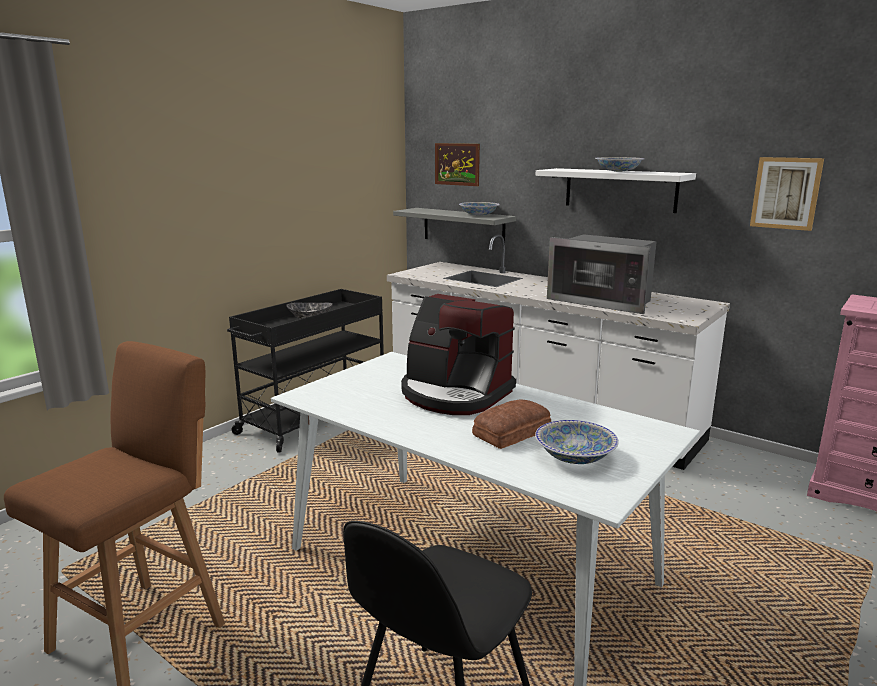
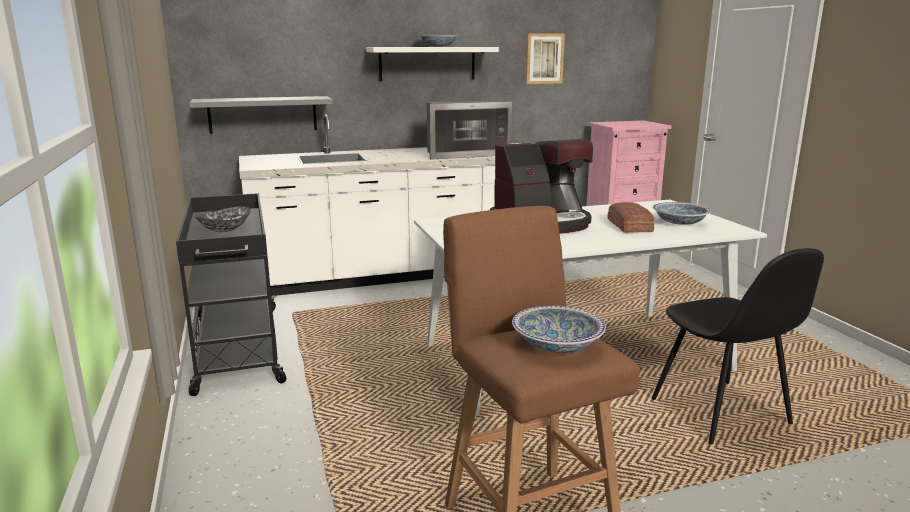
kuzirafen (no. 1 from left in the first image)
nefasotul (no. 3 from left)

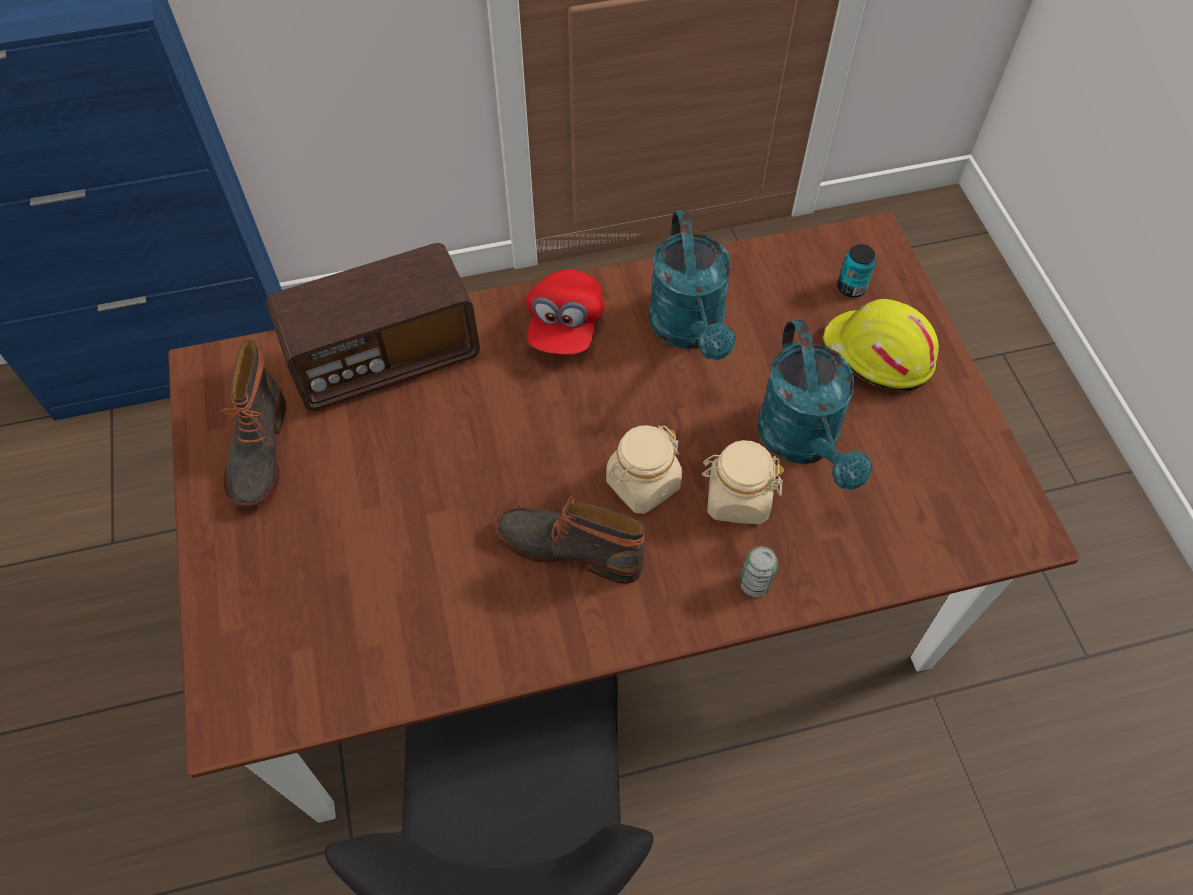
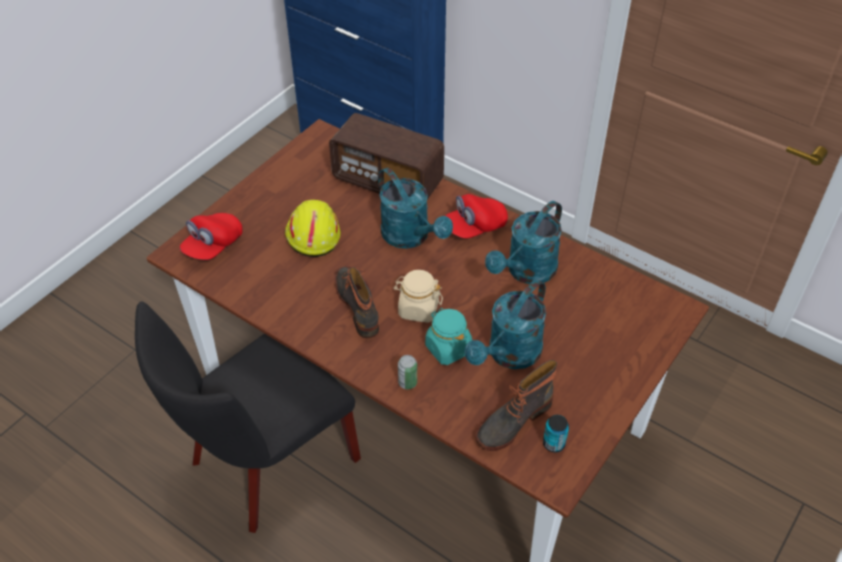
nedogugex (no. 2 from left)
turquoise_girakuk
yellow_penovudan
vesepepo (no. 2 from left)
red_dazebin (no. 1 from left)
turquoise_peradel (no. 1 from left)

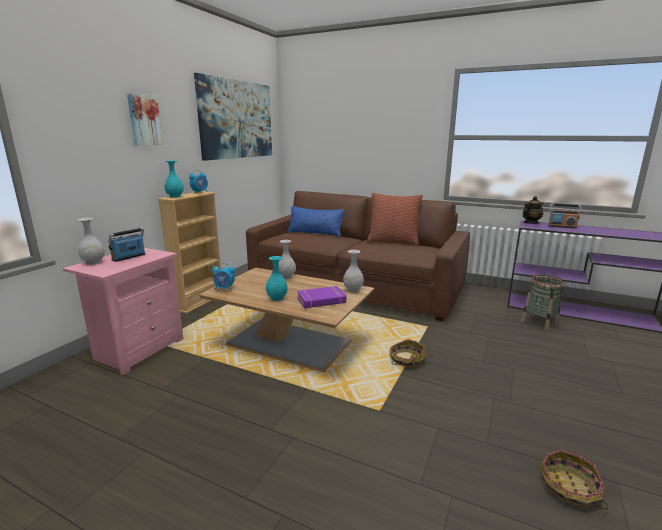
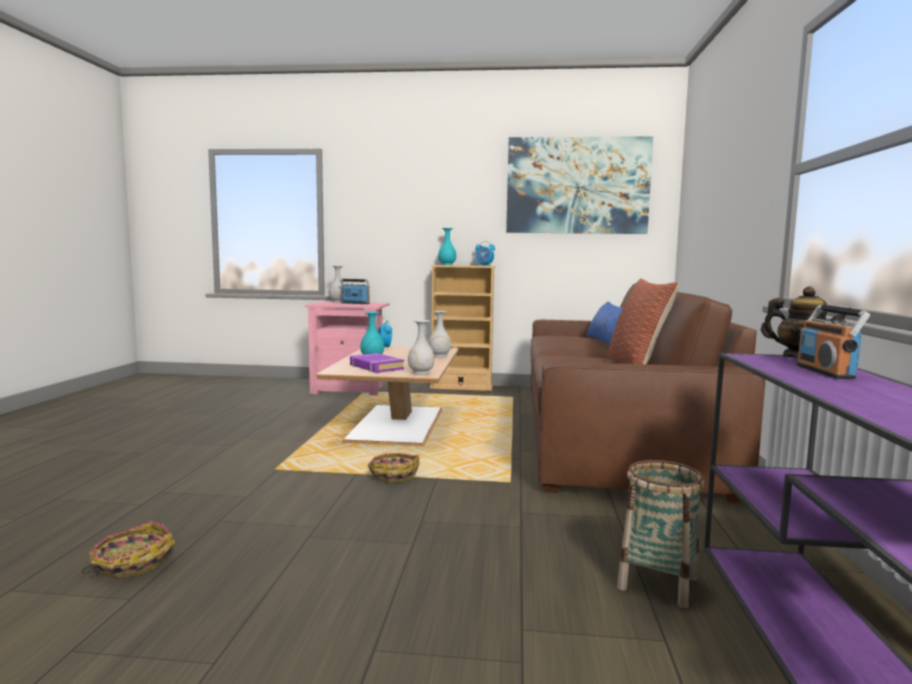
kuzirafen (no. 1 from left in the first image)

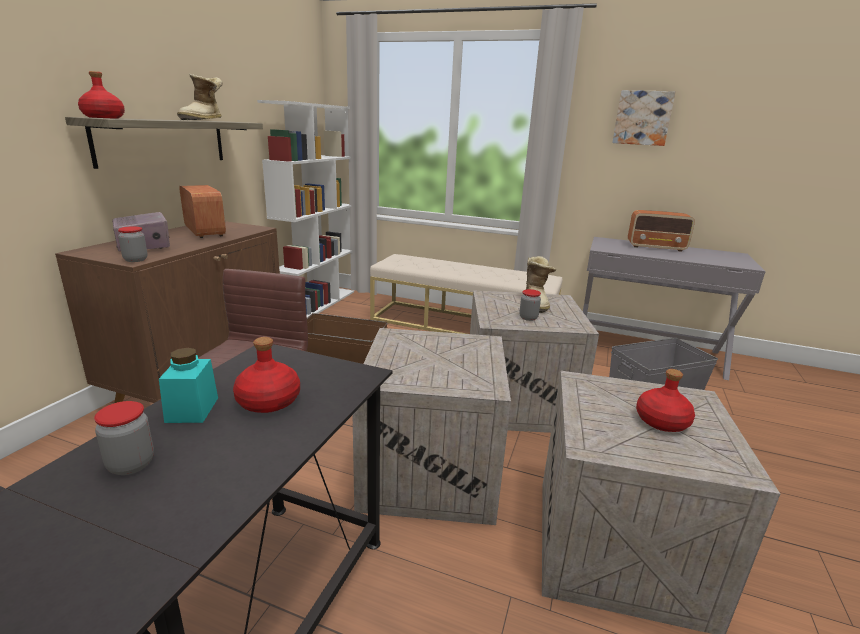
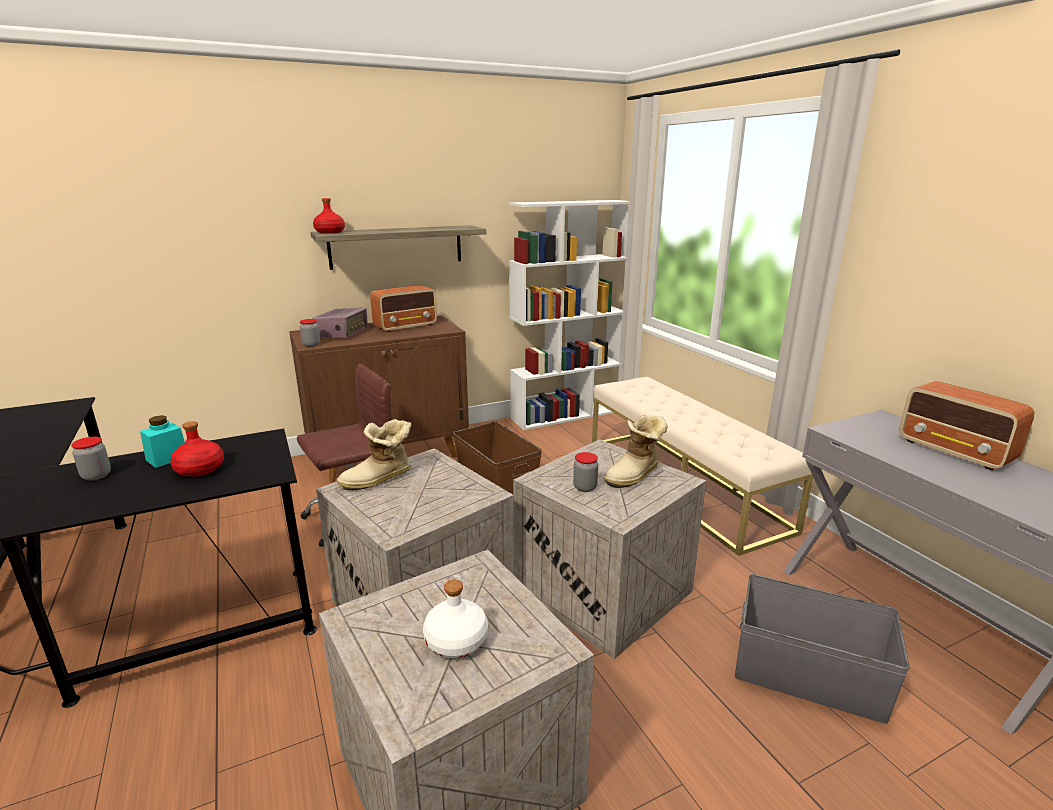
nedogugex (no. 1 from left)
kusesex (no. 2 from left)
kuzirafen
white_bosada

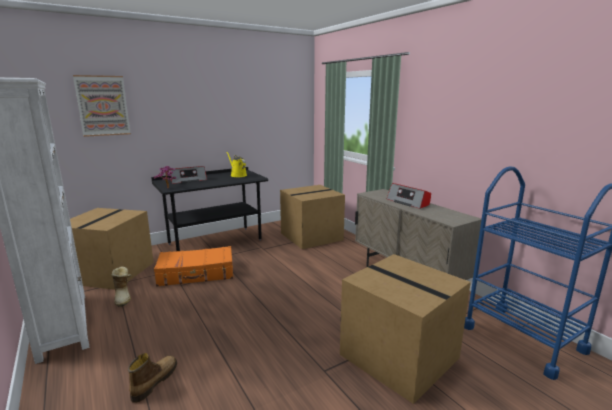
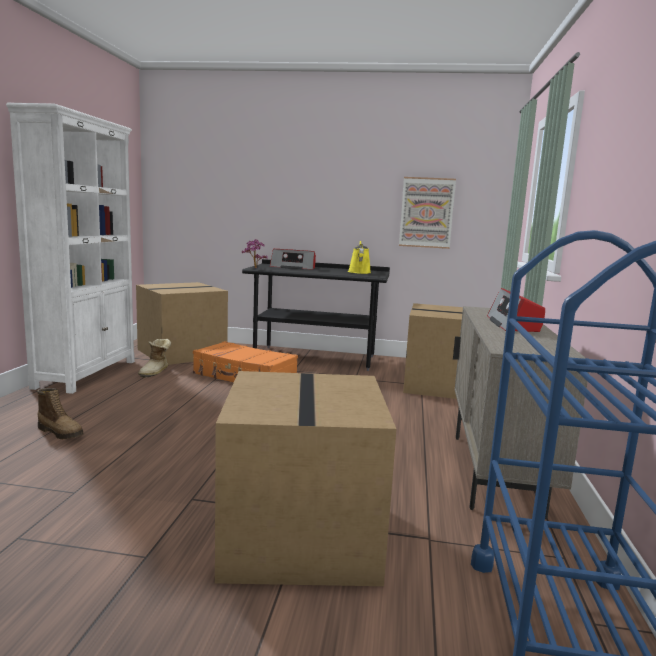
kuzirafen
nedogugex (no. 1 from left)

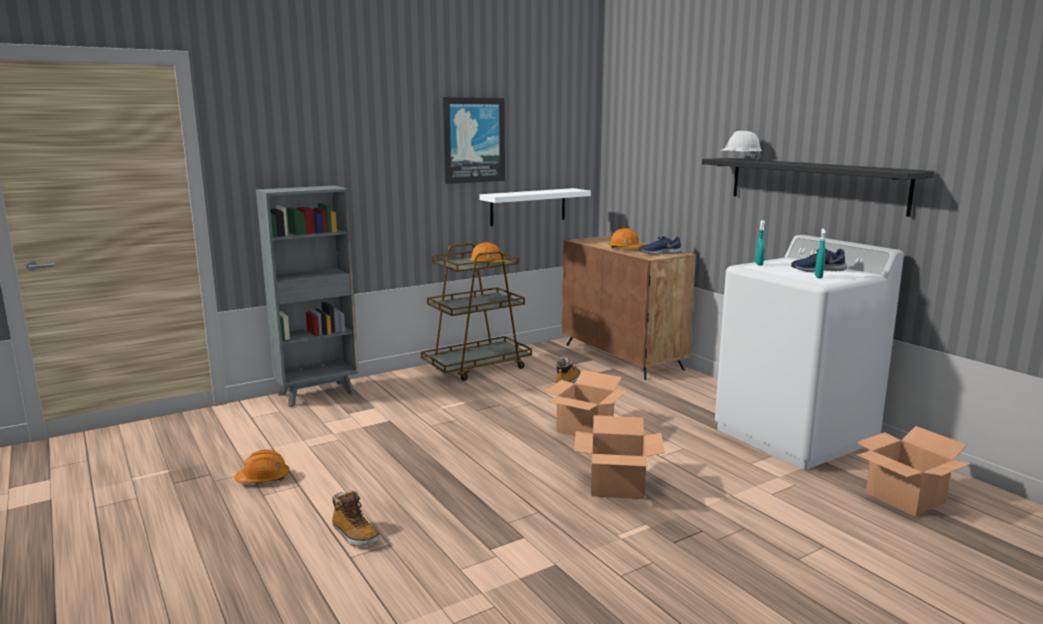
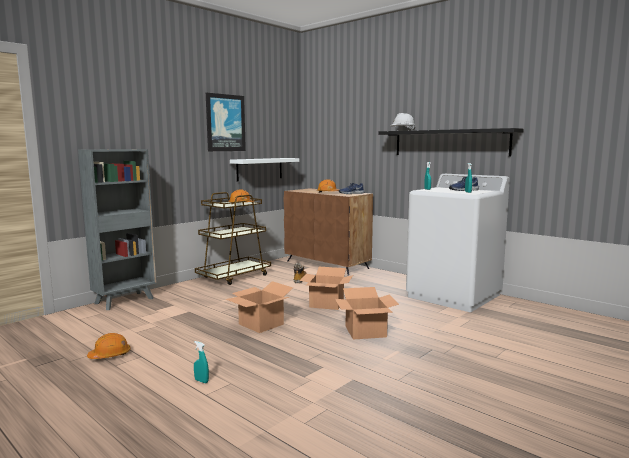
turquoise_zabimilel (no. 1 from left)
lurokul (no. 1 from left)

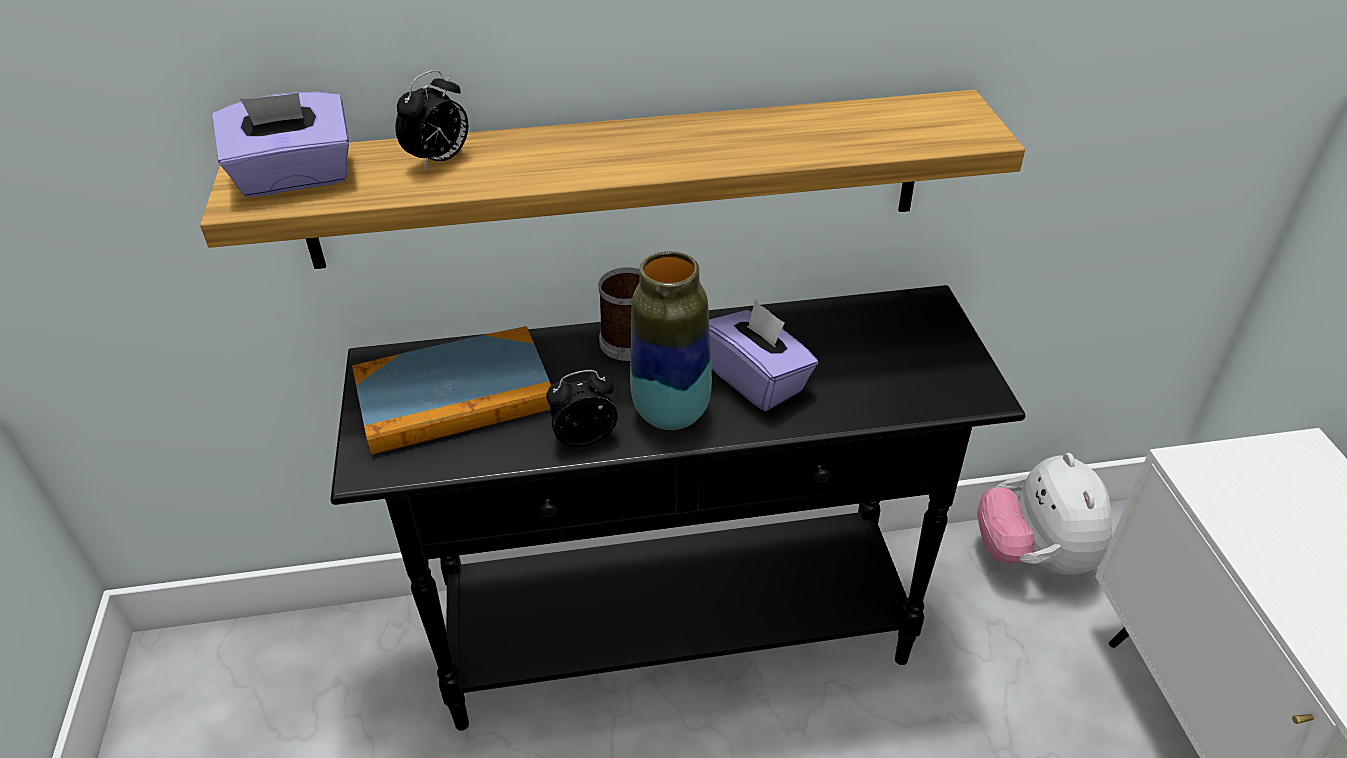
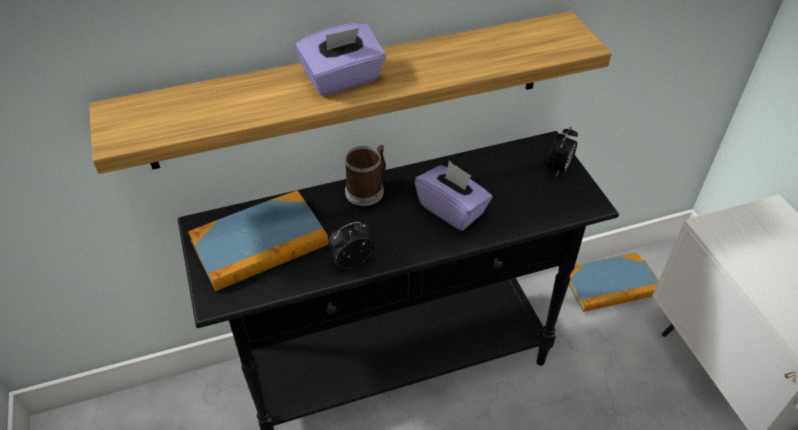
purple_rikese (no. 1 from left)
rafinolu (no. 2 from left)
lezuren
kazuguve (no. 2 from left)

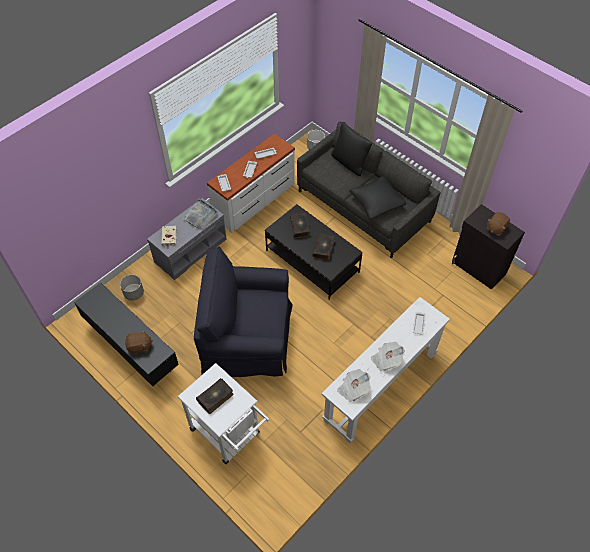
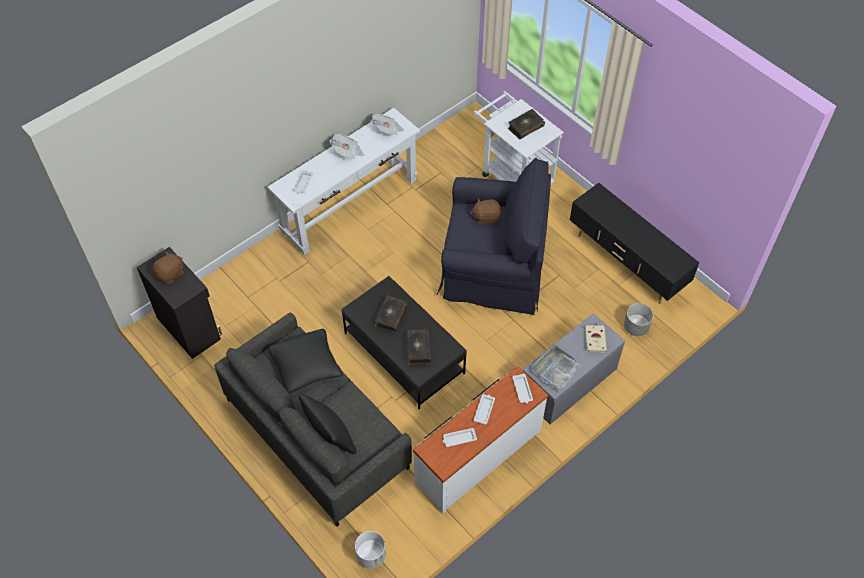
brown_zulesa (no. 2 from left)

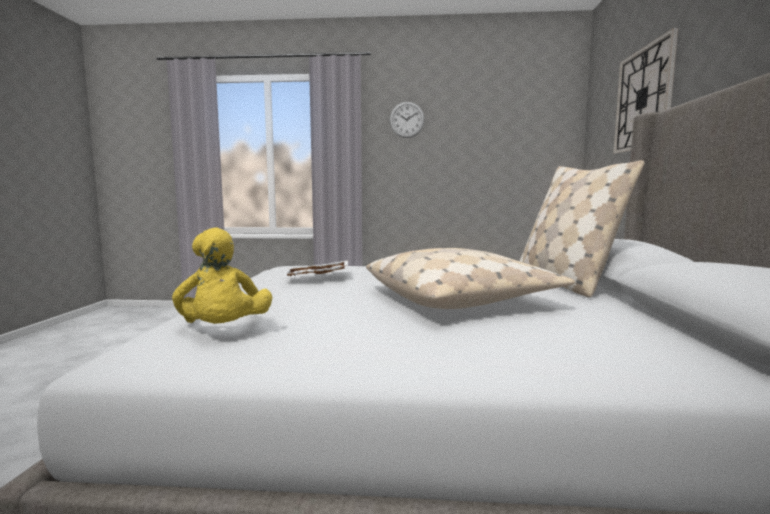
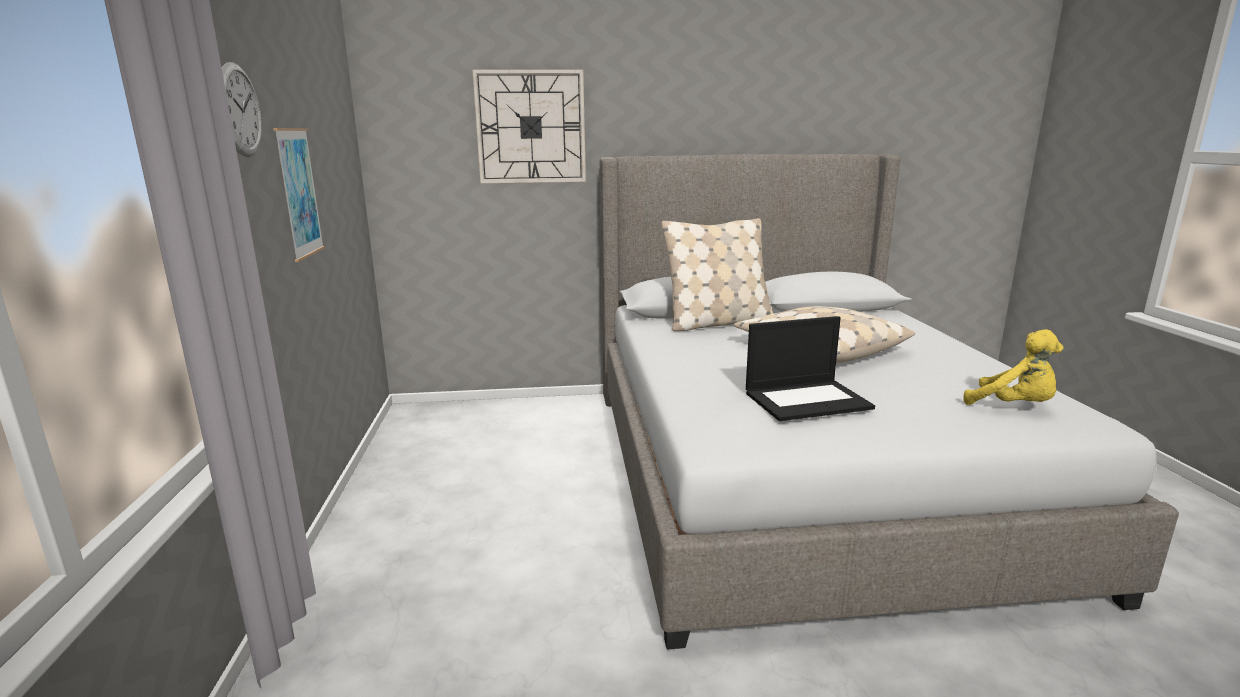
yellow_zulesa
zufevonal
kuzirafen

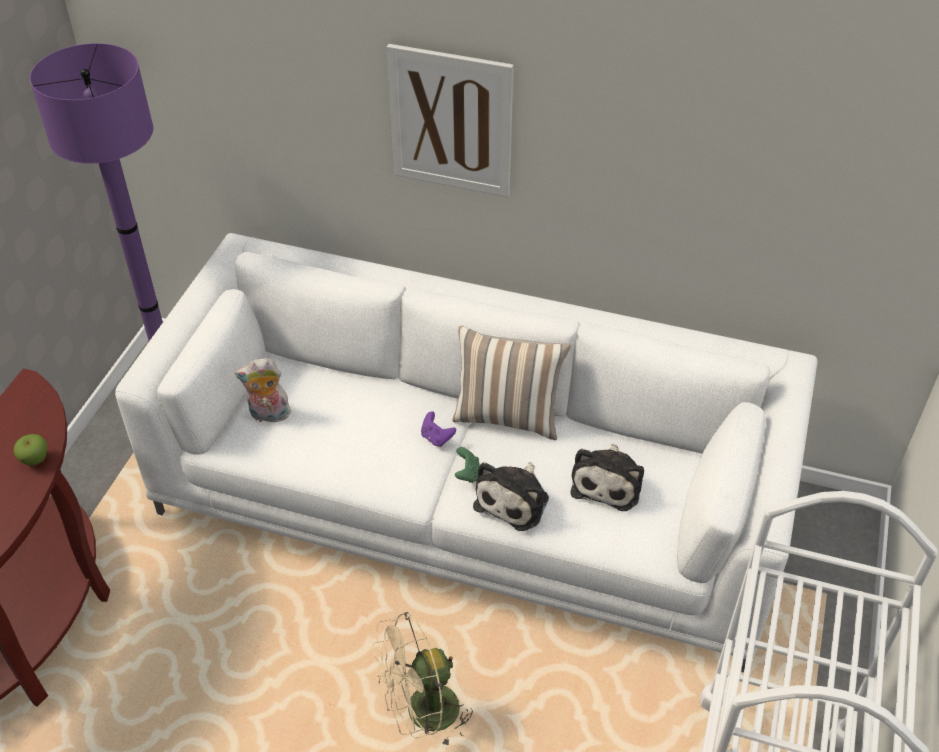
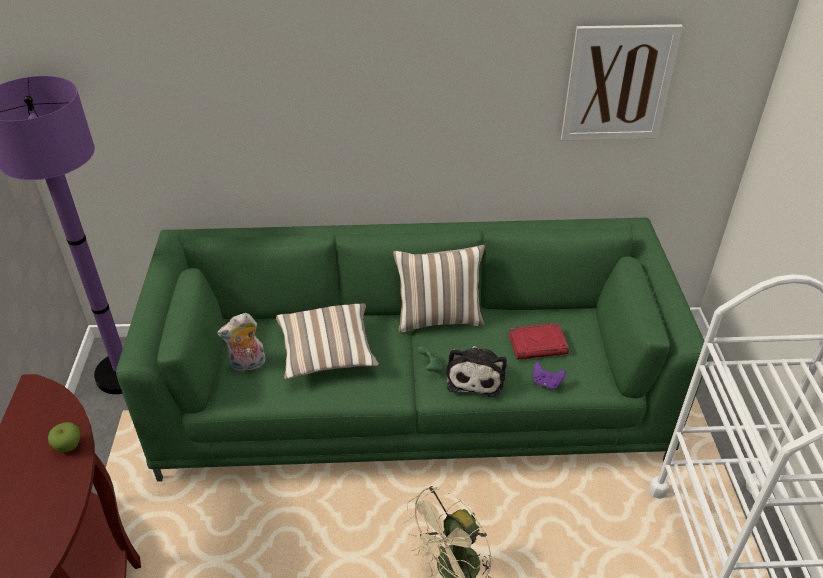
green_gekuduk
kuzirafen
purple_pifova
red_kazuguve
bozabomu (no. 1 from left)

